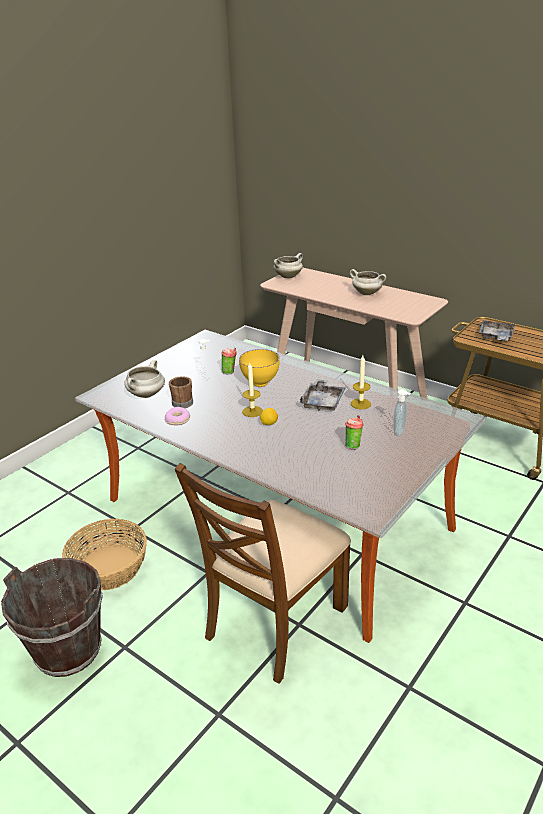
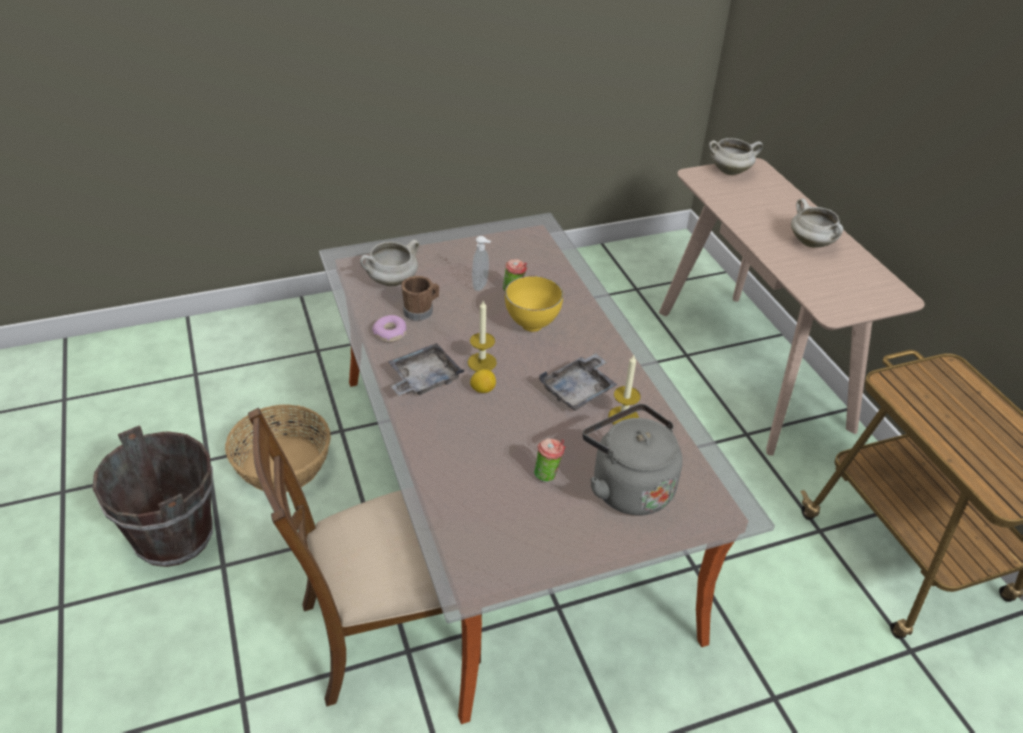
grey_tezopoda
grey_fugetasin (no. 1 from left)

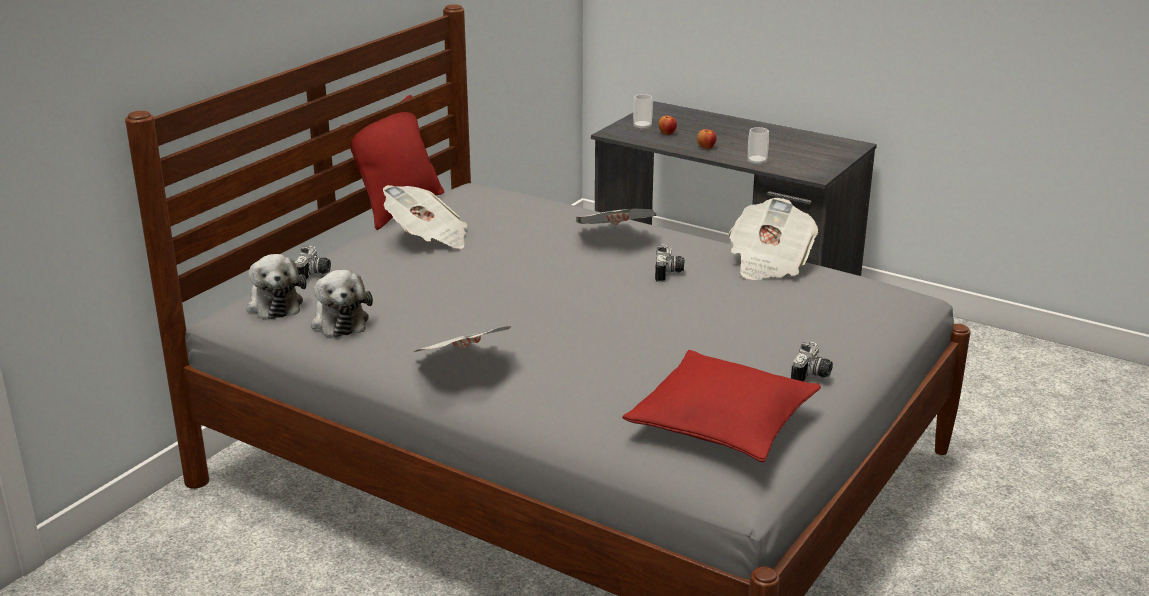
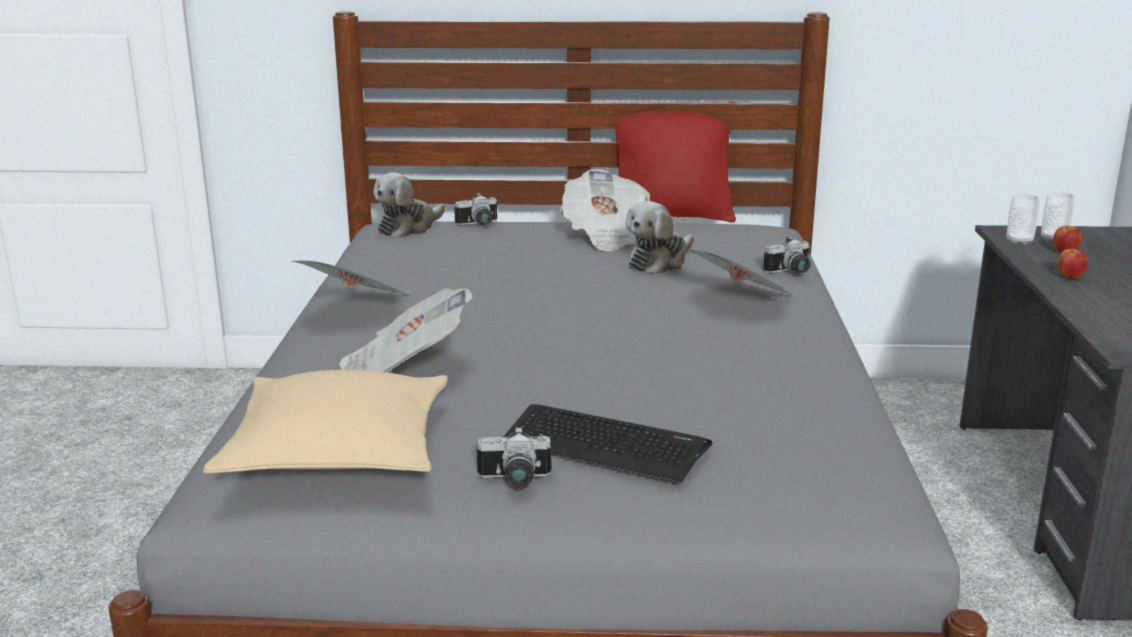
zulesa (no. 2 from left)
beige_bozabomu
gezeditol (no. 3 from left)
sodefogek (no. 2 from left)
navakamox (no. 1 from left)
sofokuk

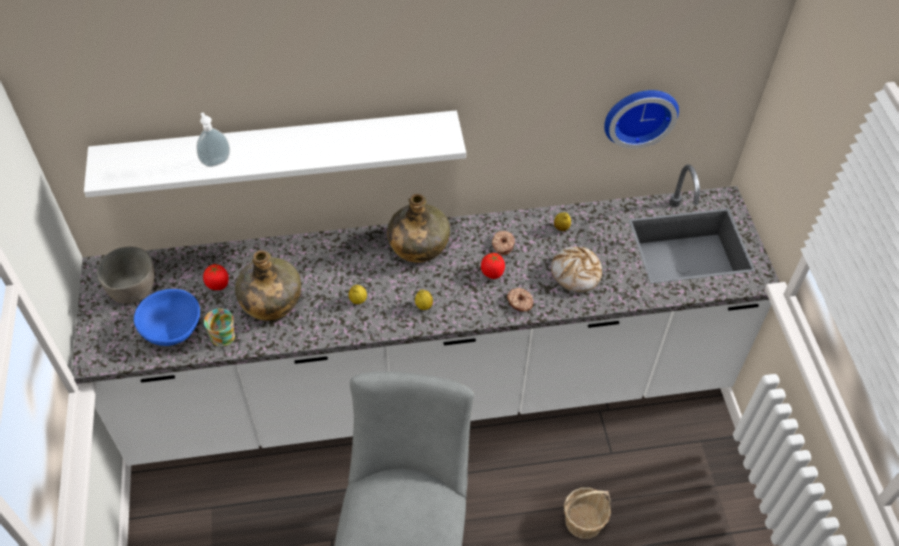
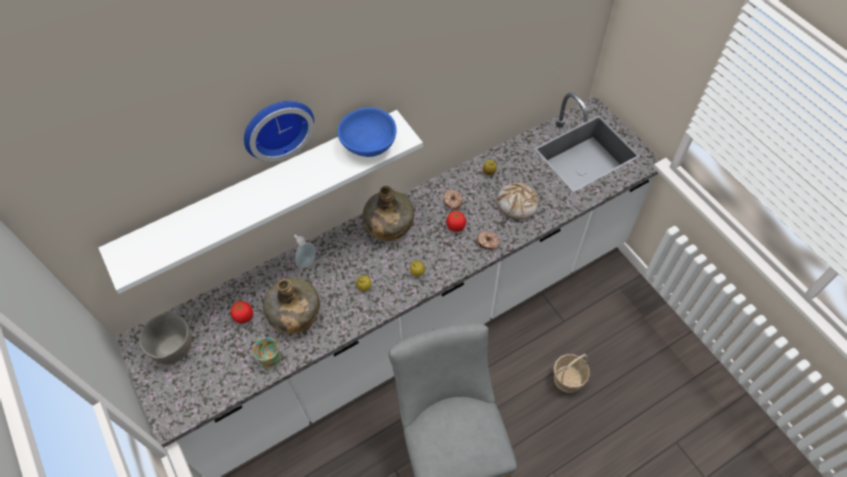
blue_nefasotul
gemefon
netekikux

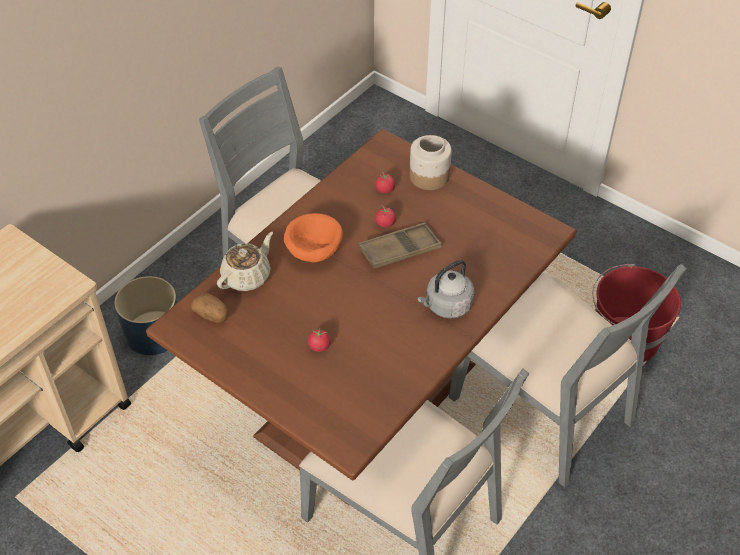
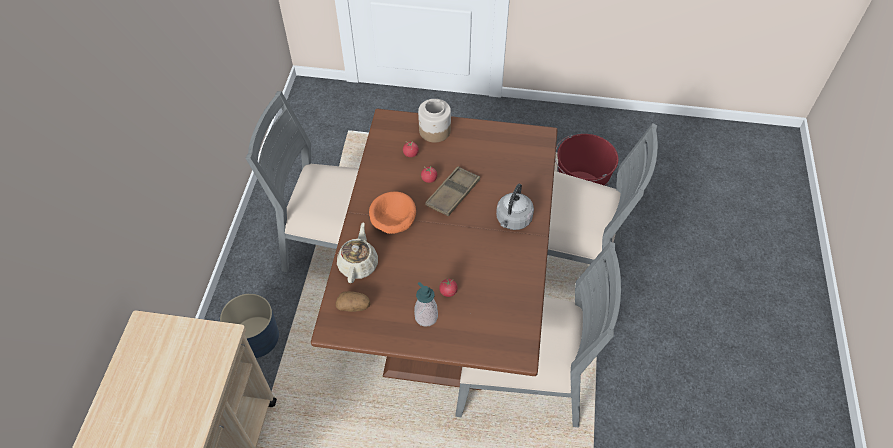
gemefon

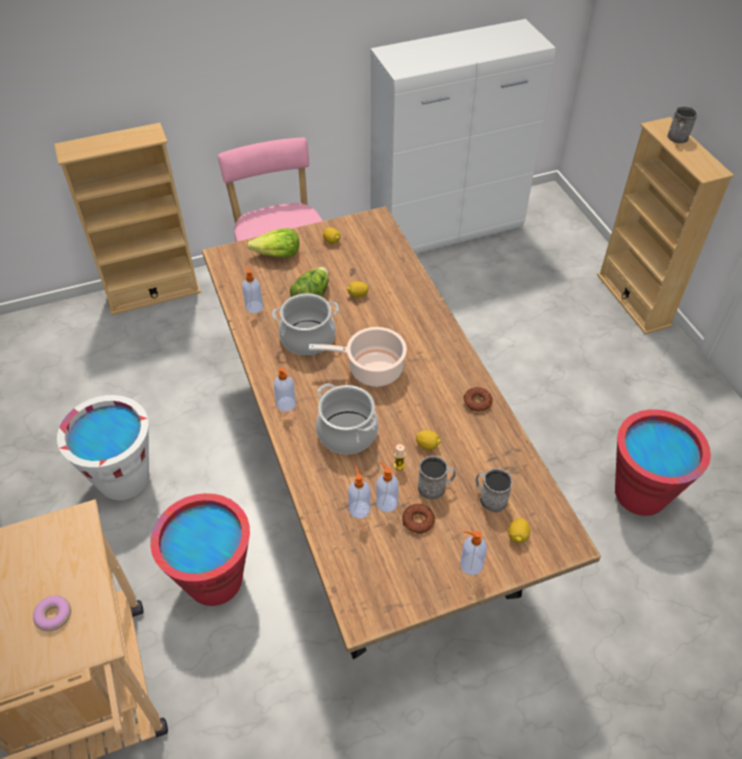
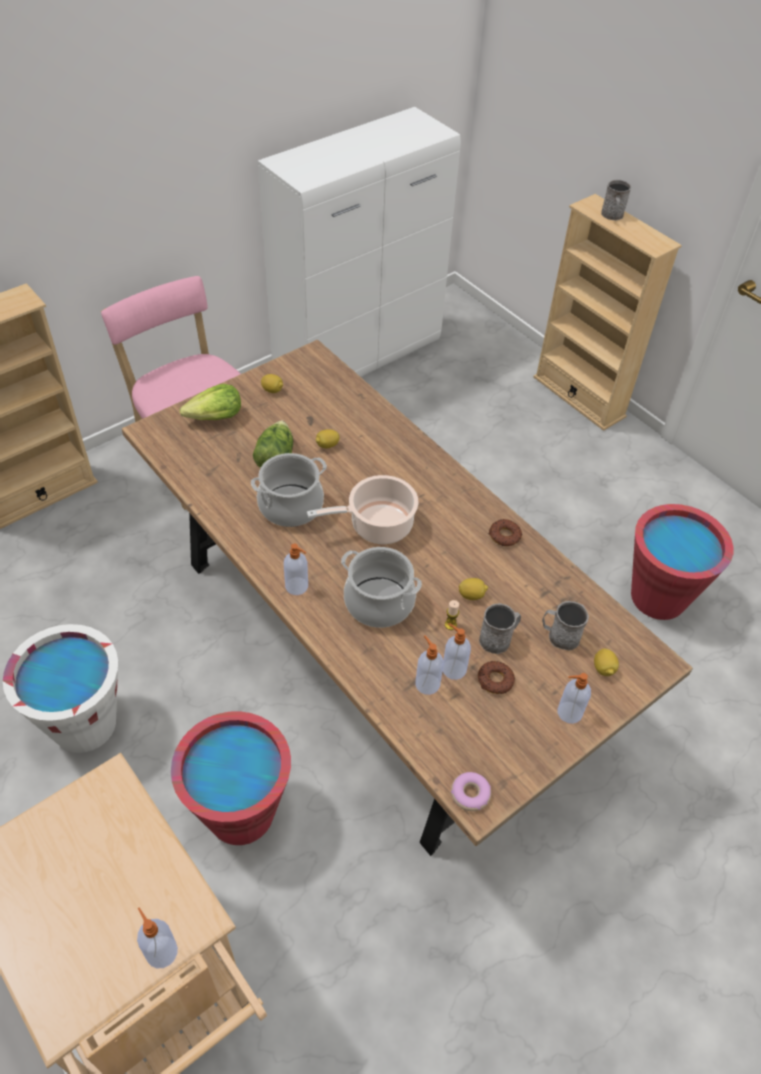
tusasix (no. 1 from left)
gemefon (no. 1 from left)

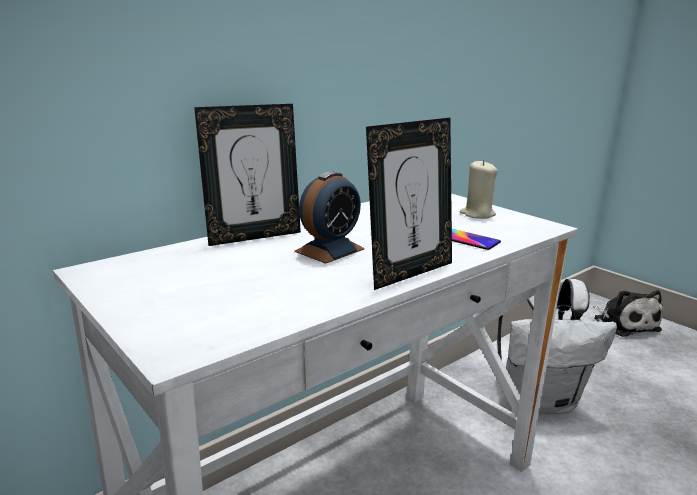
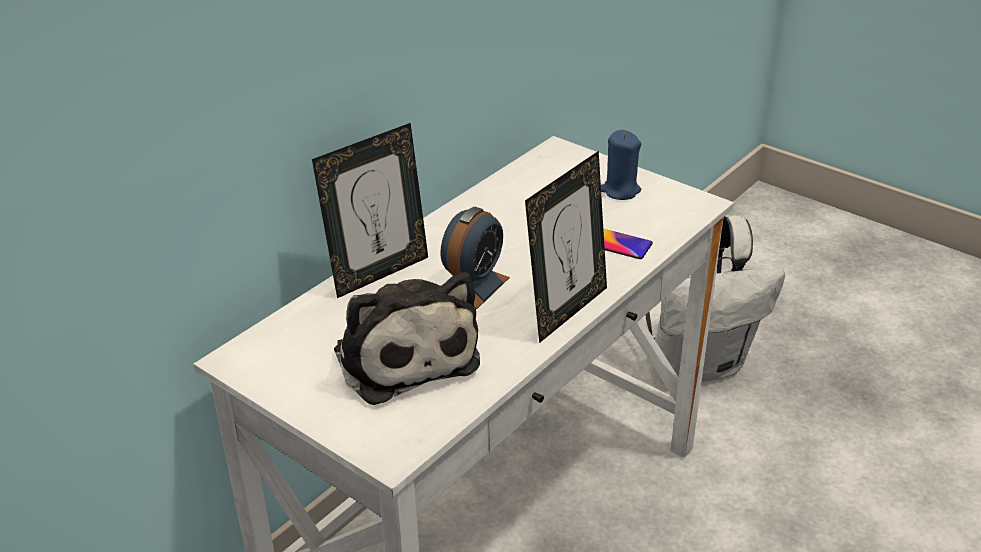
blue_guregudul
zulesa

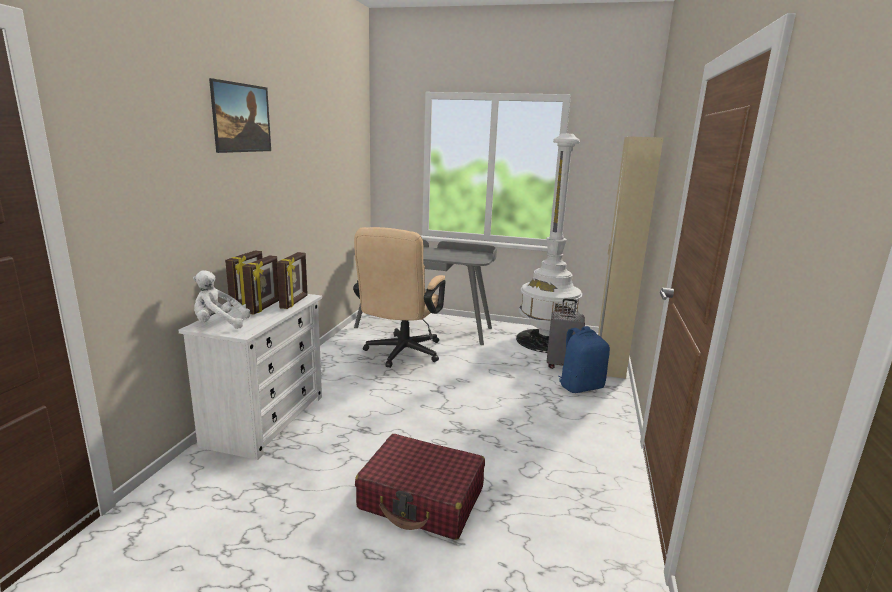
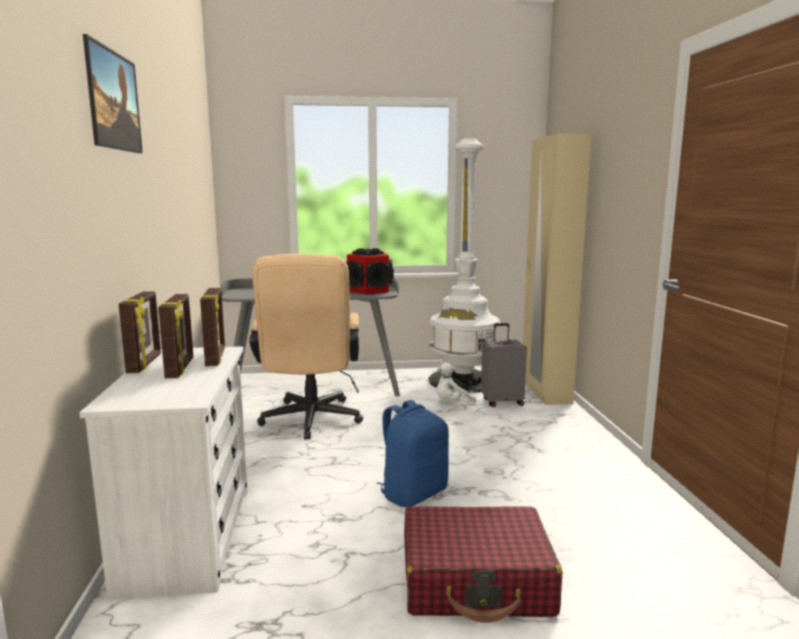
white_zulesa
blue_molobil
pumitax

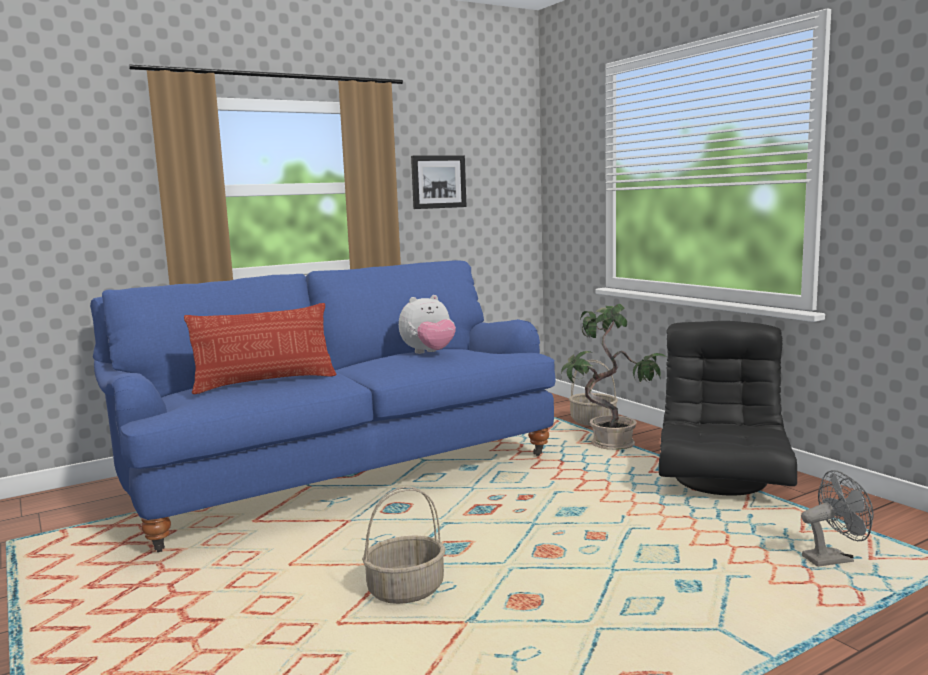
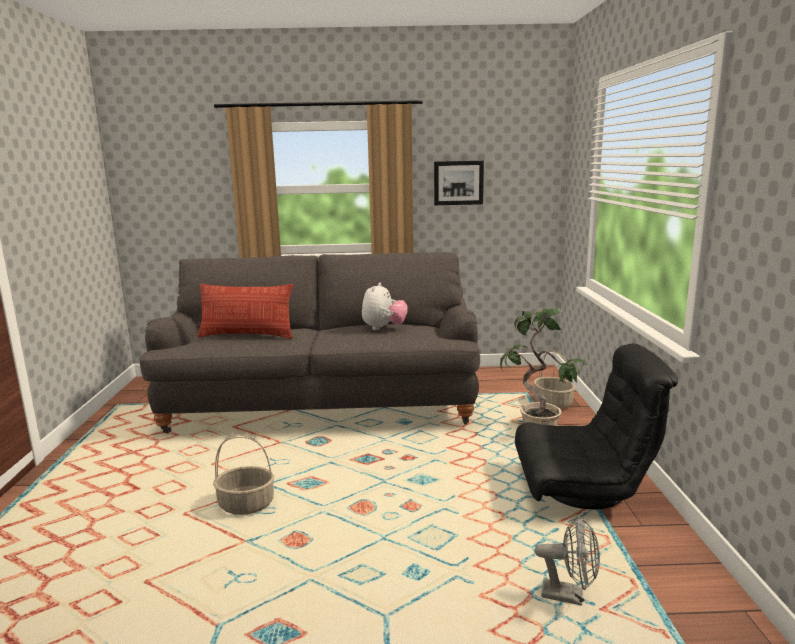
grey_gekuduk
zulesa
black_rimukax

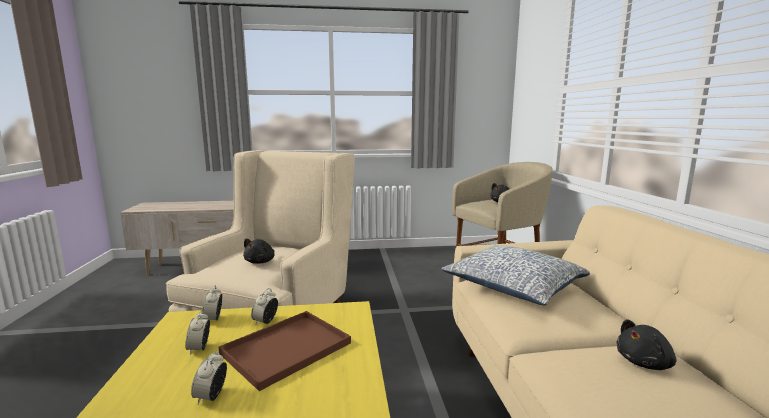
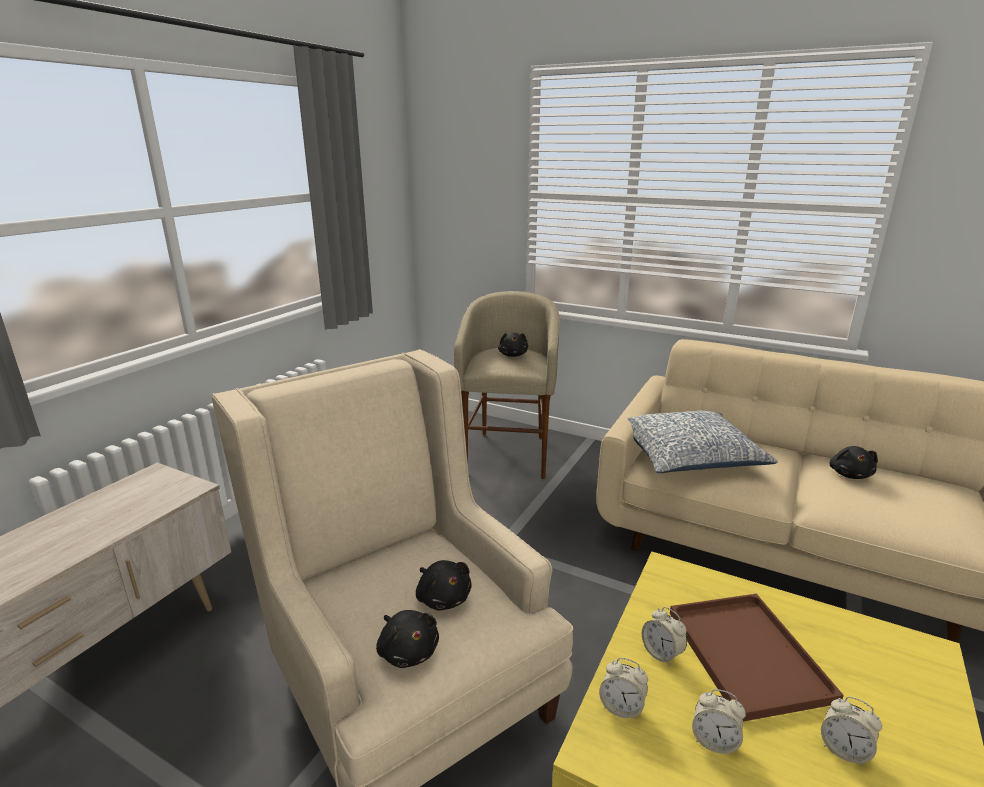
black_zulesa (no. 1 from left)

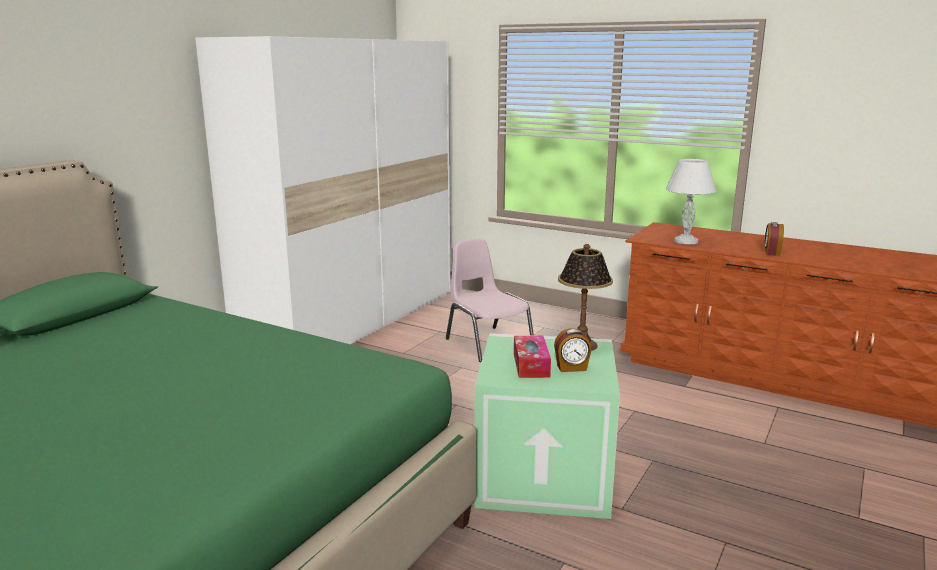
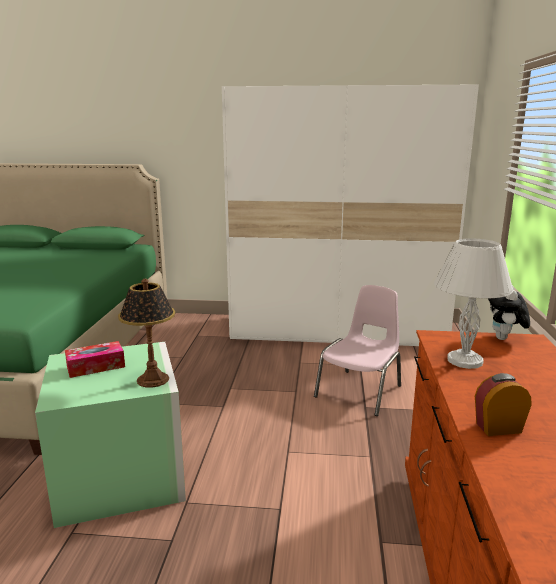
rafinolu (no. 1 from left in the first image)
zulesa

